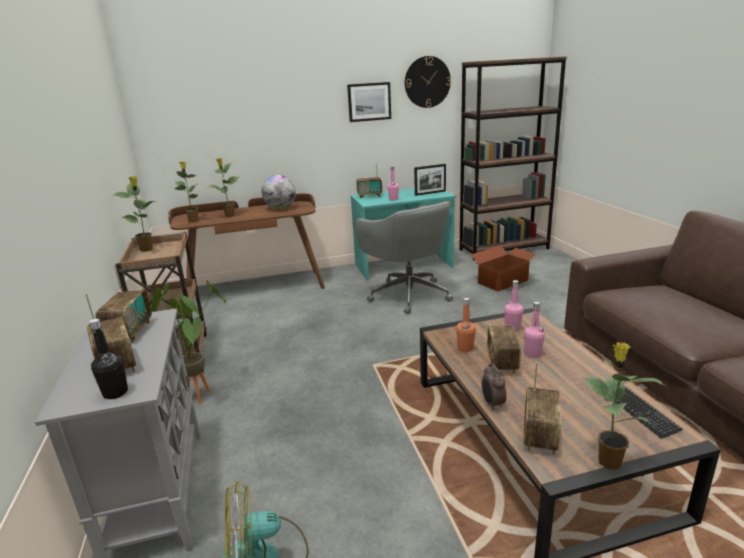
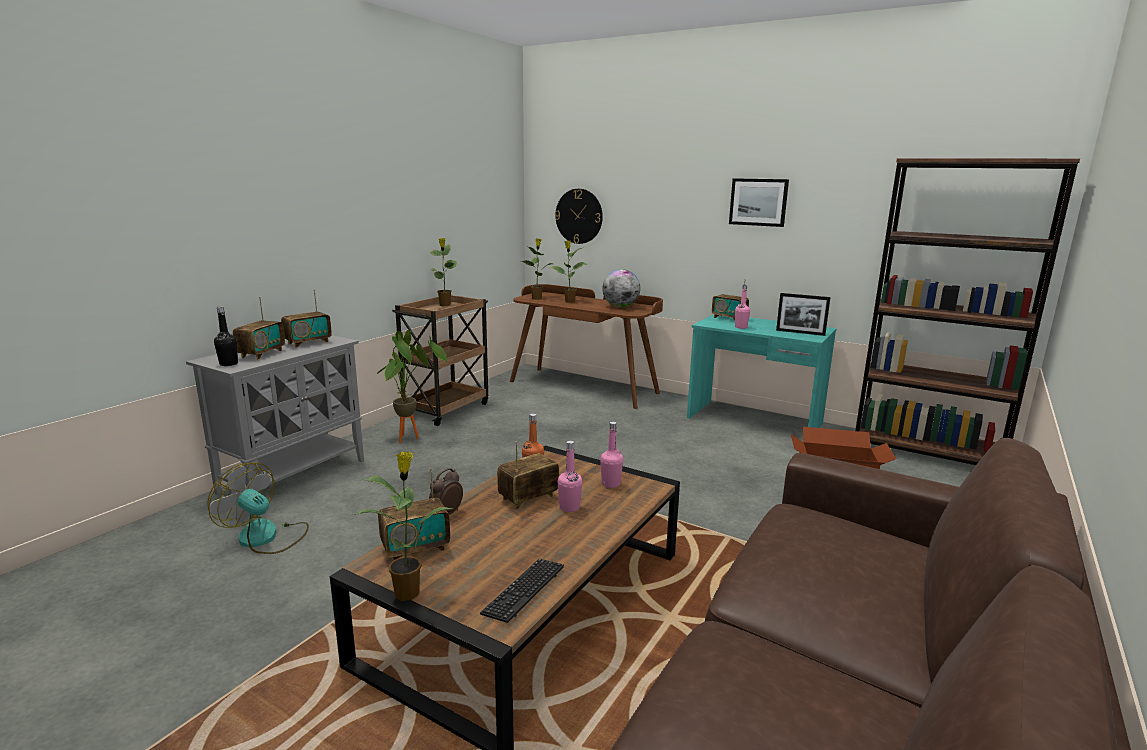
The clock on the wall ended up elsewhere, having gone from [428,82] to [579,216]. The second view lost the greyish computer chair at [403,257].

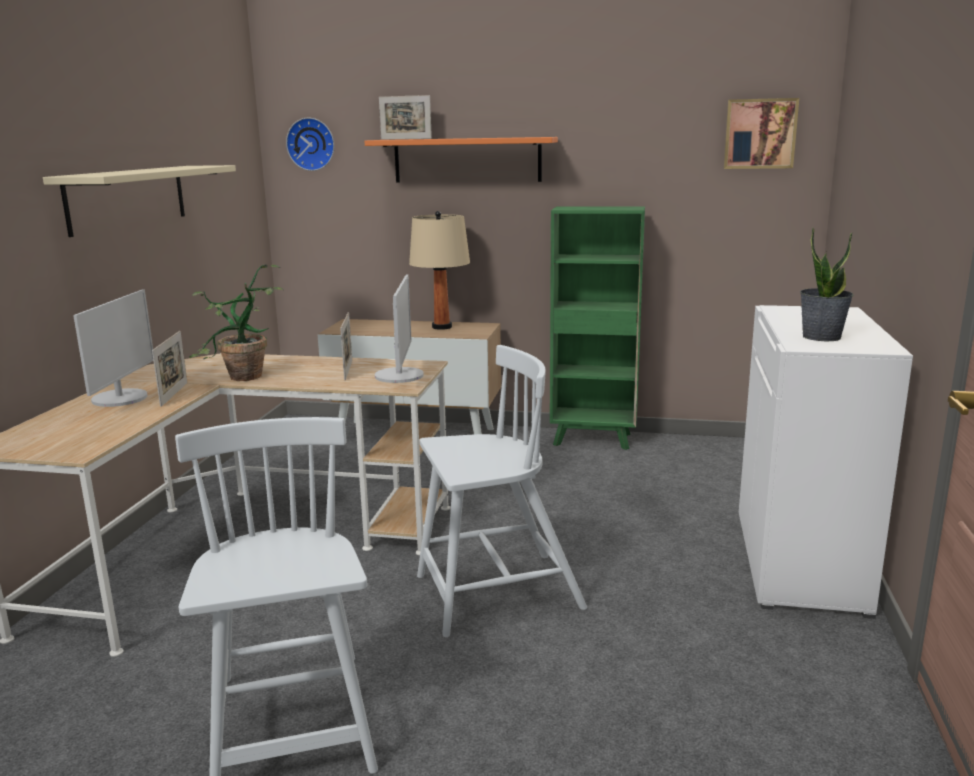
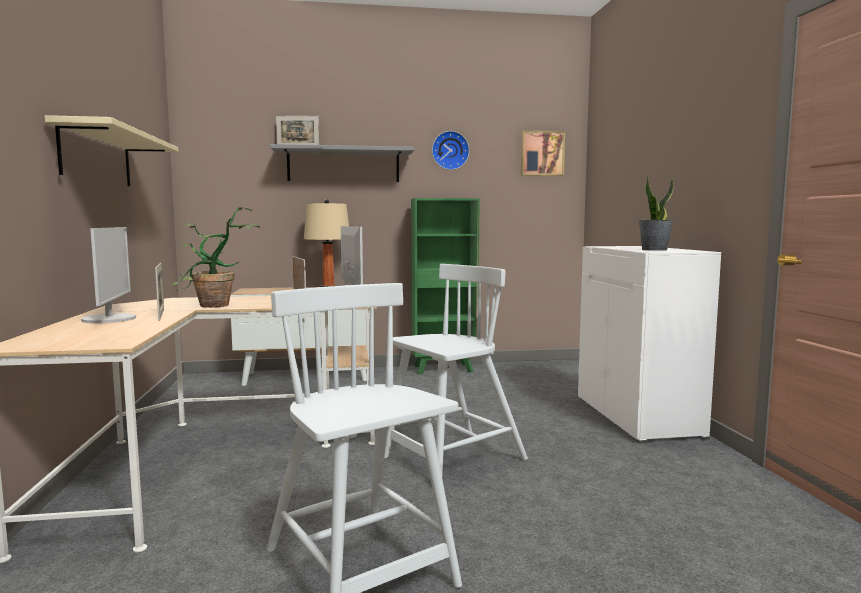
The clock on the wall ended up elsewhere, having gone from [310,144] to [450,150]. What was the orangey wall shelf at [461,160] turned into the greyish wall shelf at [342,163].

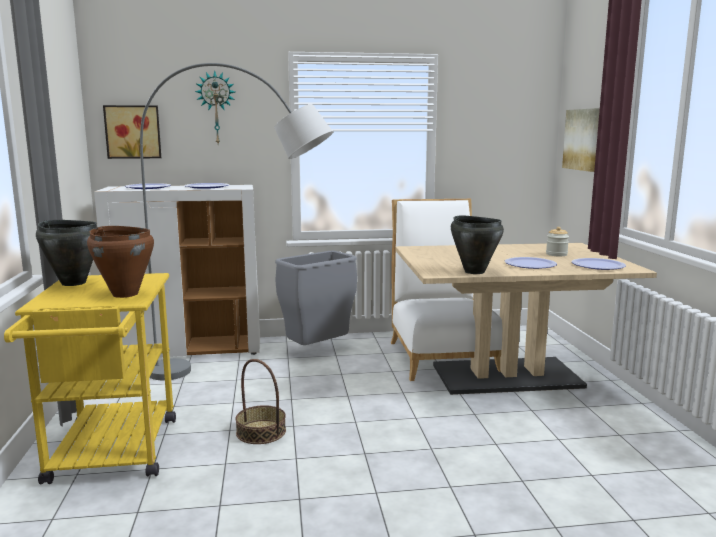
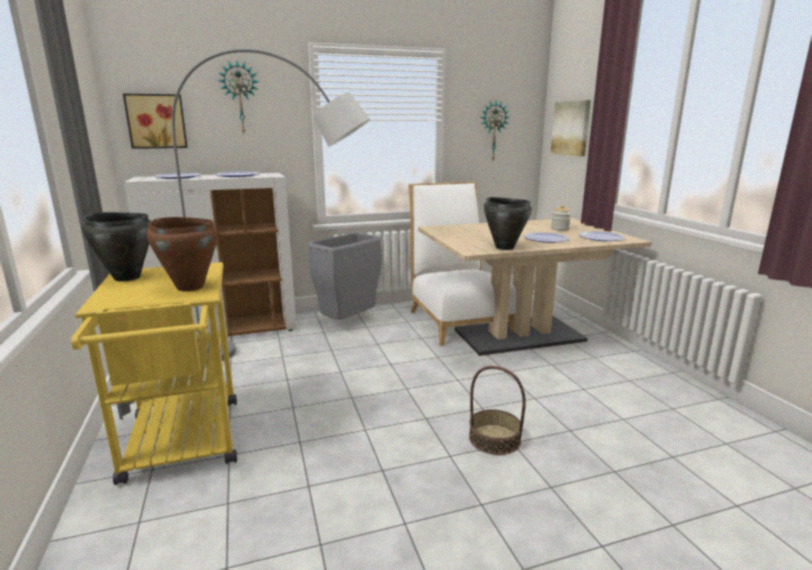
The household basket ended up elsewhere, having gone from [260,401] to [497,410]. The second view gained the clock on the wall at [495,130].

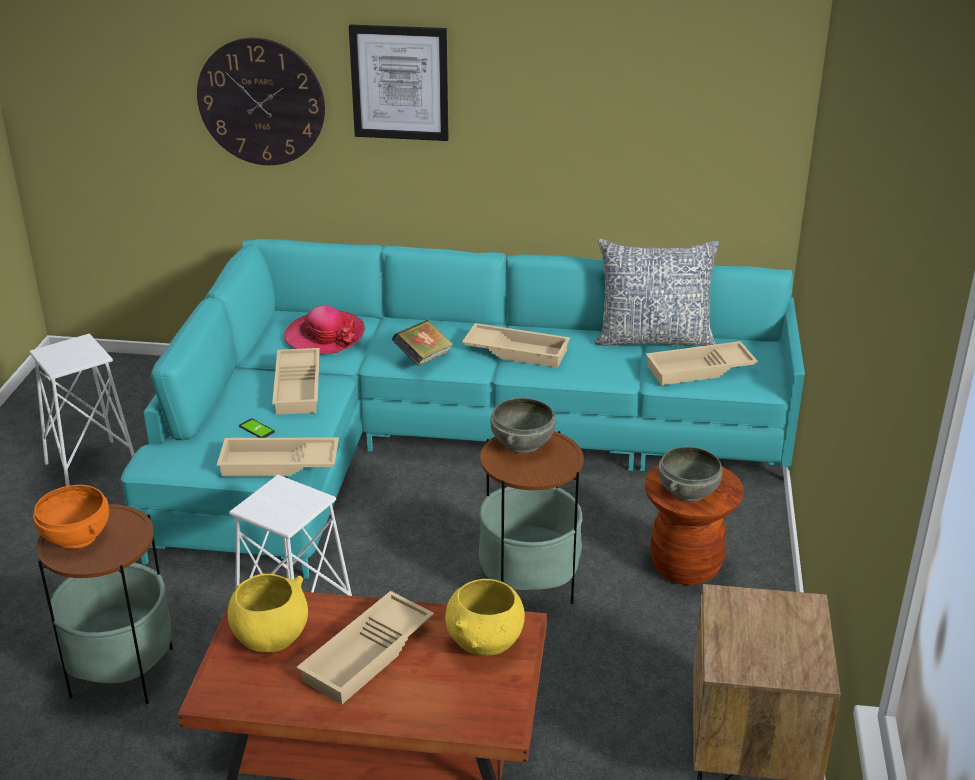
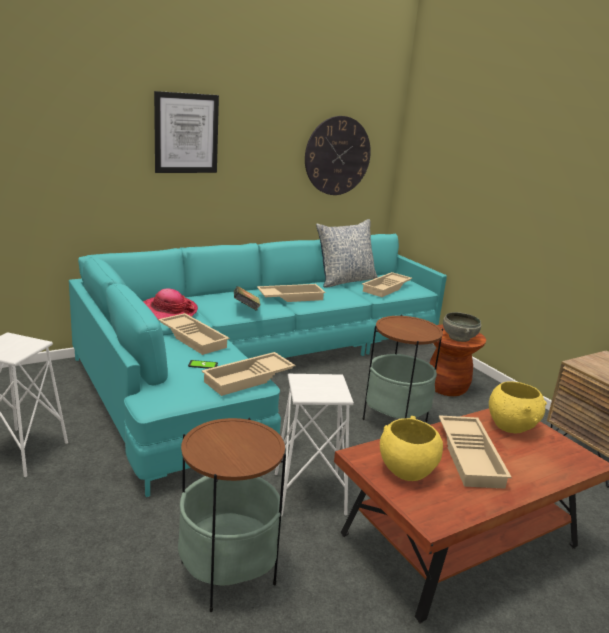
The clock on the wall ended up elsewhere, having gone from [261,101] to [338,155]. The second view lost the greyish bowl at [523,426]. The second view lost the orangey bowl at [71,517].

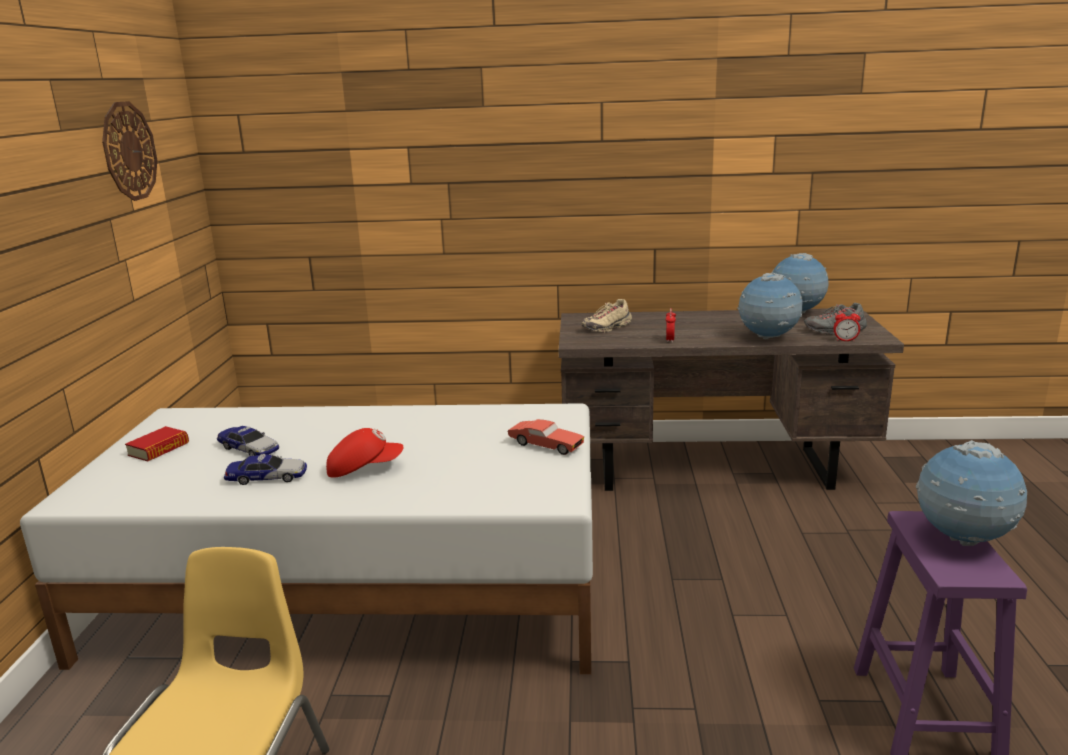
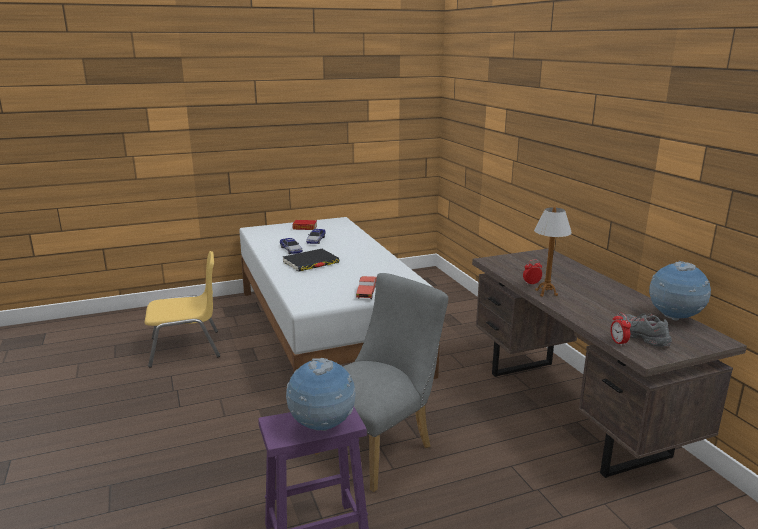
The second view lost the clock on the wall at [129,151]. The second view lost the desk globe at [770,305]. The second view lost the sand-coloured shoe at [606,316]. Where the reddish peaked cap stood at [364,453], the blackish bound book came to stand at [311,260]. The second view gained the table lamp at [553,252]. The second view gained the greyish chair at [381,382].

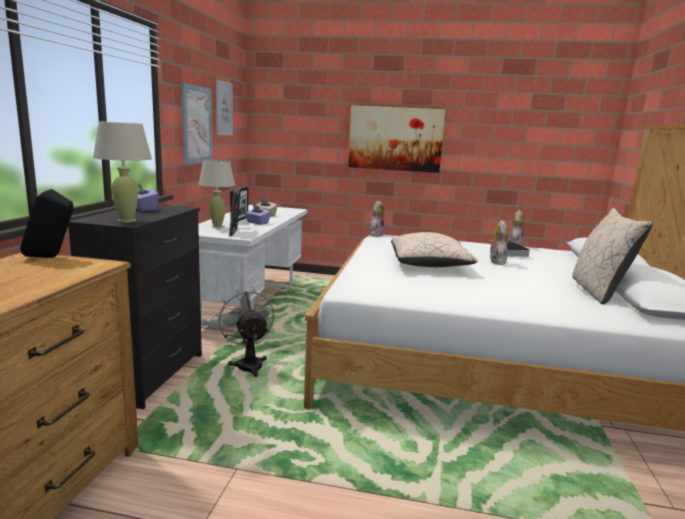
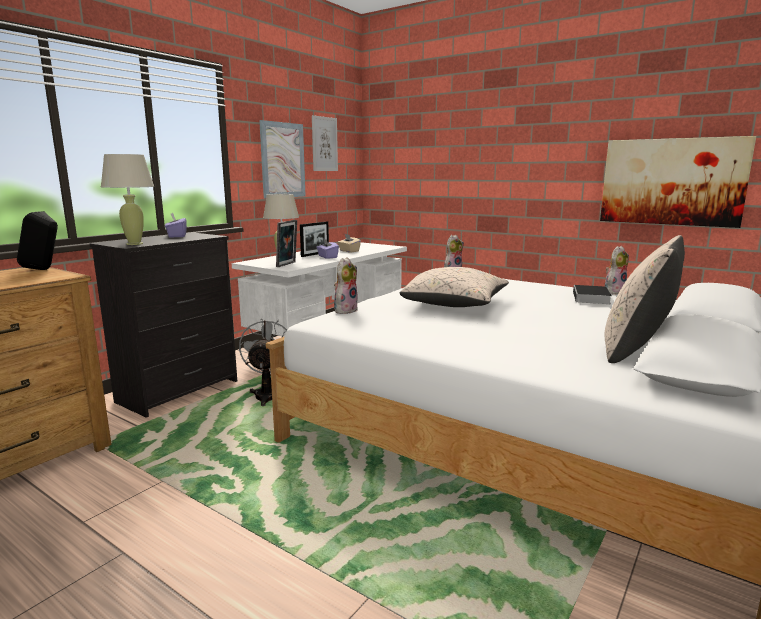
The wall picture ended up elsewhere, having gone from [396,139] to [678,182]. The plush toy ended up elsewhere, having gone from [498,242] to [346,285].

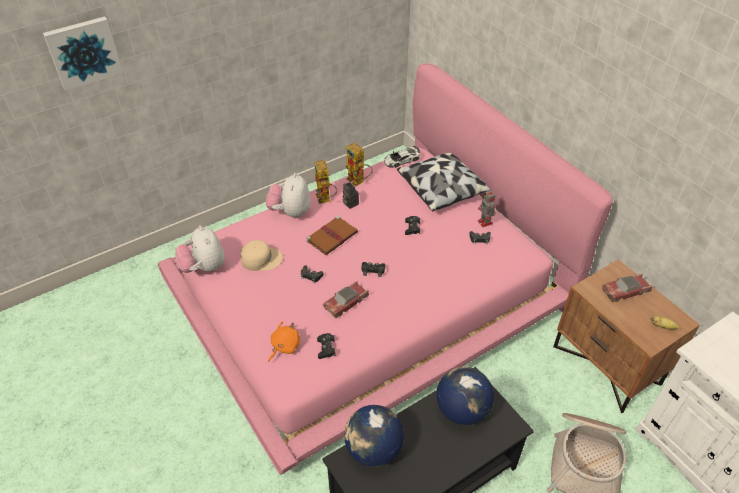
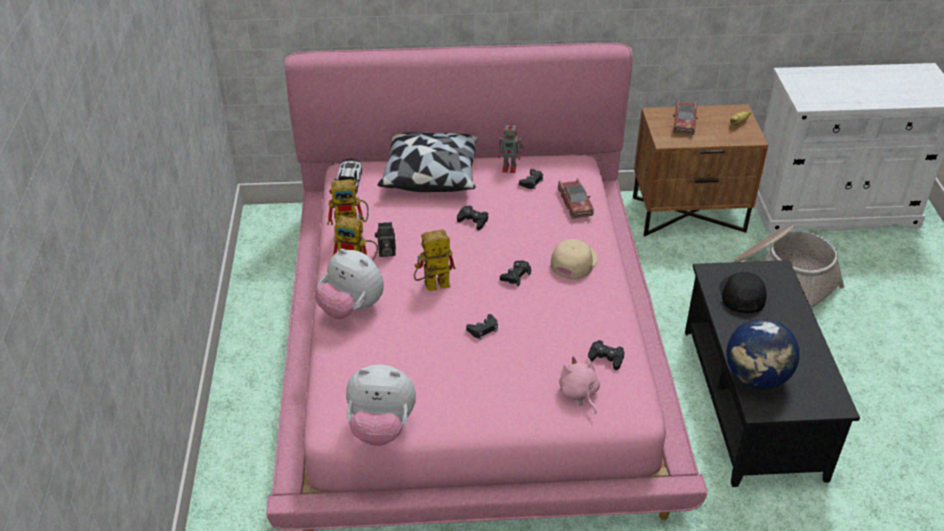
The second view lost the wall picture at [83,53]. Where the brown bound book stood at [332,235], the model robot came to stand at [435,260]. The sand-coloured peaked cap ended up elsewhere, having gone from [262,255] to [574,259]. The model car ended up elsewhere, having gone from [346,299] to [576,198]. What was the orangey plush toy at [284,341] turned into the pink-coloured plush toy at [579,385]. Where the desk globe stood at [465,396], the blackish peaked cap came to stand at [743,292].

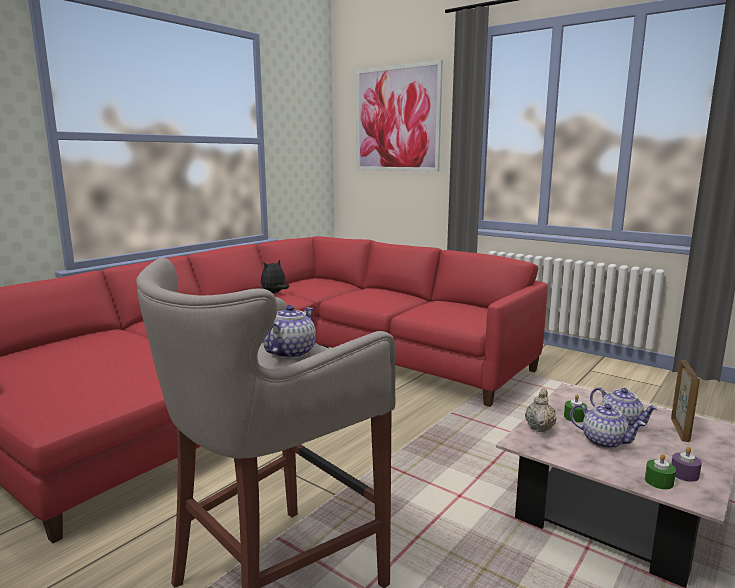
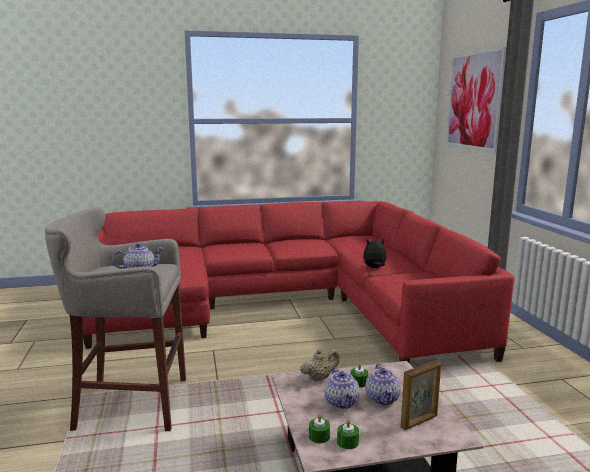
The plush toy ended up elsewhere, having gone from [275,276] to [375,253]. What was the purple wax light at [686,464] turned into the green wax light at [348,434].

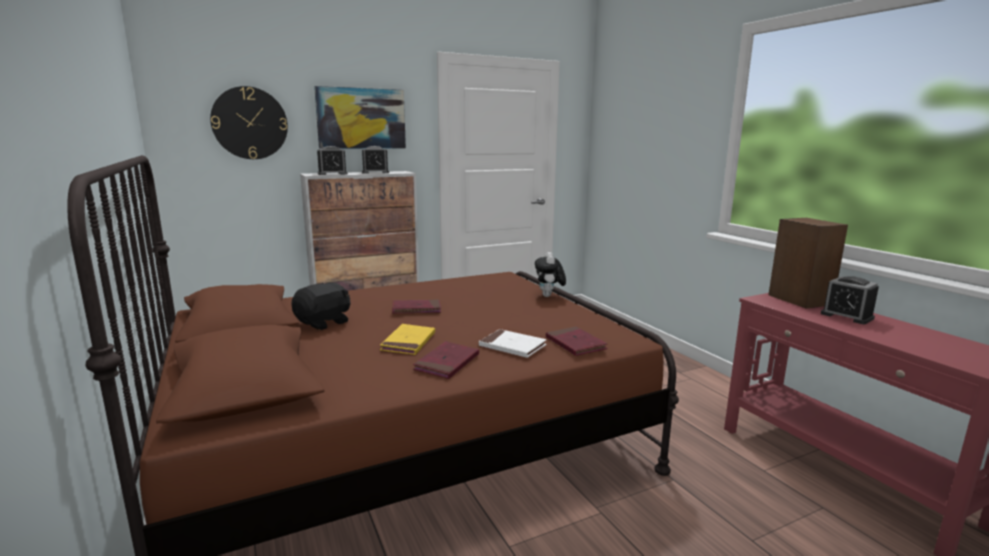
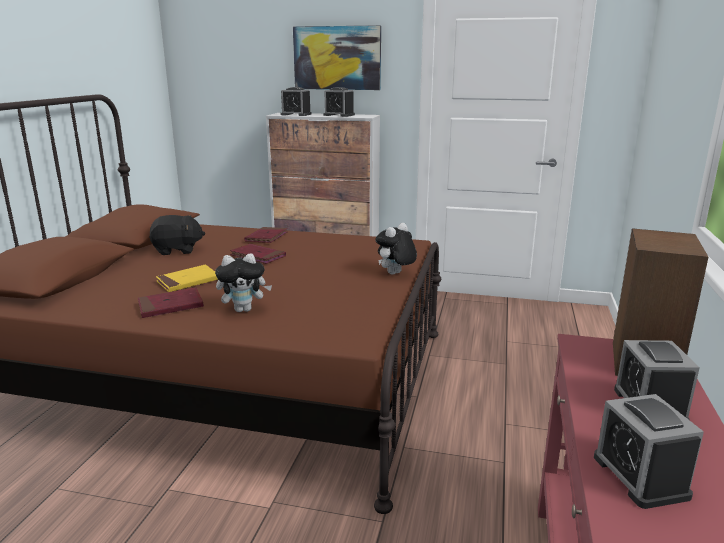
The second view lost the clock on the wall at [249,122]. The reddish bound book ended up elsewhere, having gone from [577,341] to [265,235]. Where the whitish bound book stood at [513,343], the plush toy came to stand at [243,282]. The second view gained the bedside clock at [649,451].

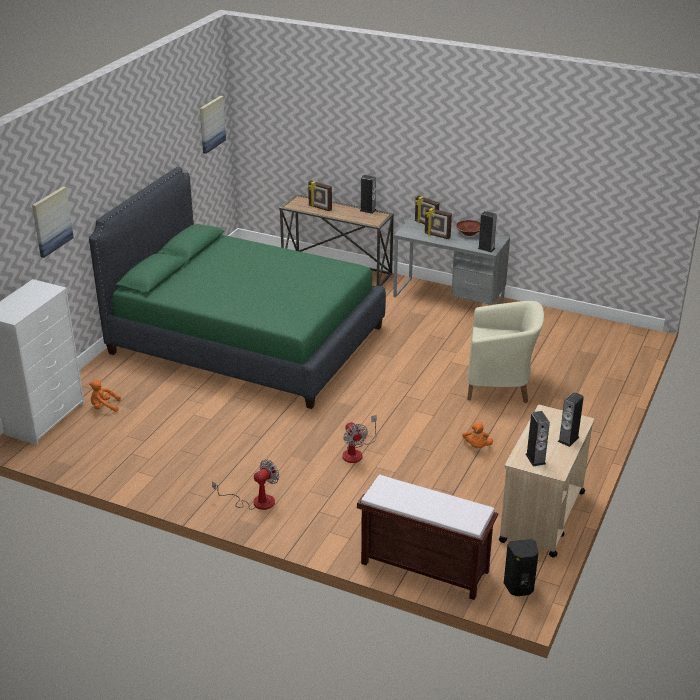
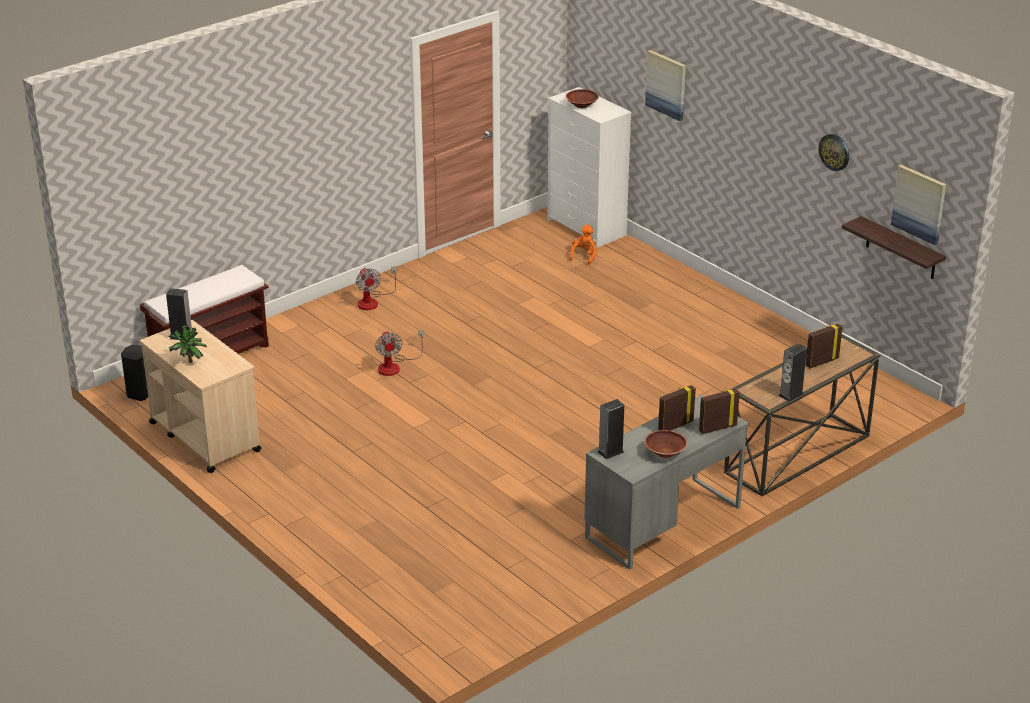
The second view lost the green sleeping bed at [237,287]. The second view lost the sand-coloured easy chair at [505,352]. Where the speaker stood at [571,419], the houseplant came to stand at [188,344]. The electric fan at [359,439] ended up facing another way, 105 degrees counterclockwise from before. The second view lost the orangey plush toy at [477,435]. The second view gained the brown bowl at [582,98]. The second view gained the clock on the wall at [834,152]. The second view gained the wall shelf at [894,247].

